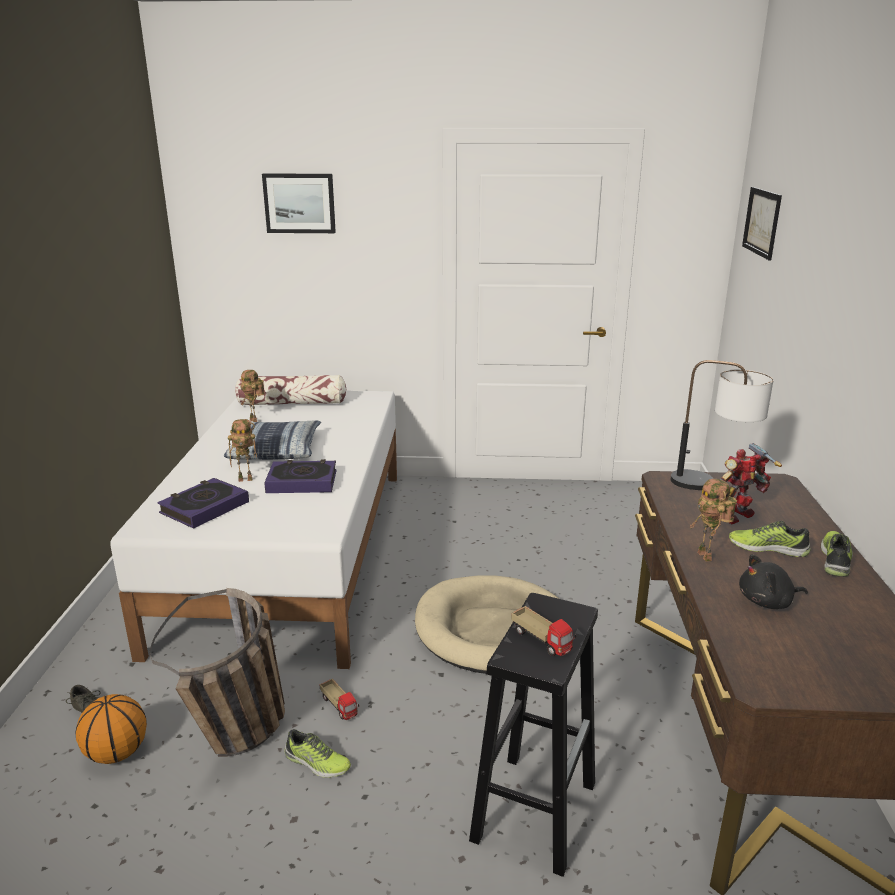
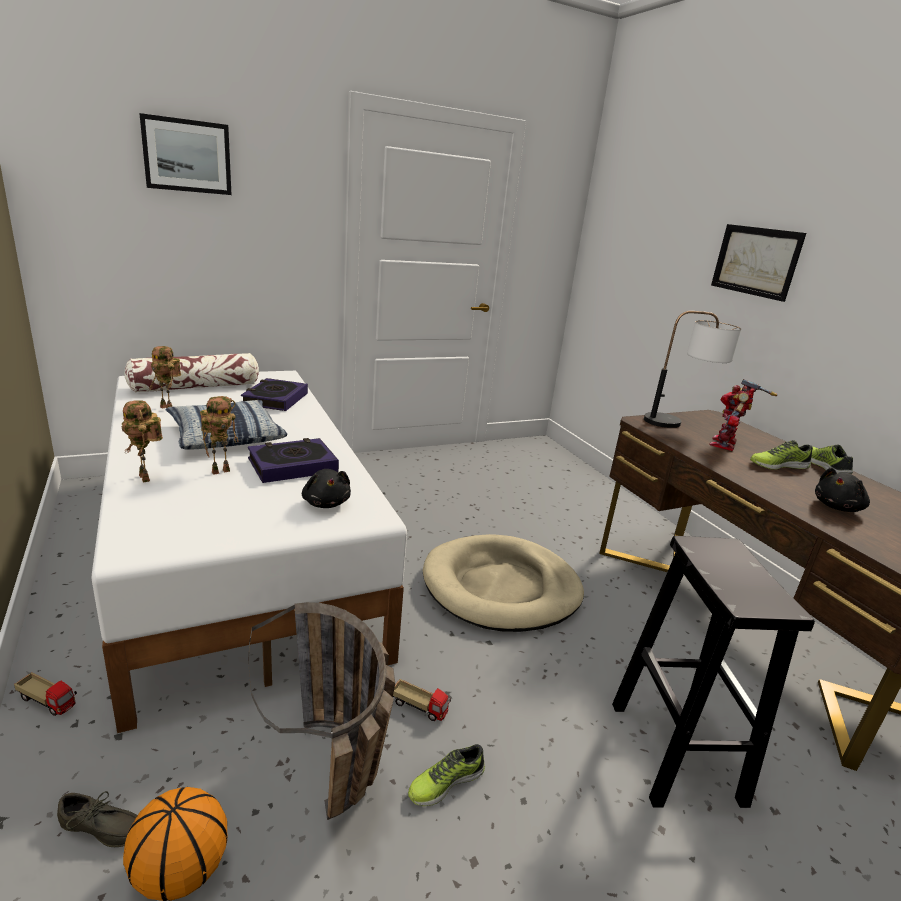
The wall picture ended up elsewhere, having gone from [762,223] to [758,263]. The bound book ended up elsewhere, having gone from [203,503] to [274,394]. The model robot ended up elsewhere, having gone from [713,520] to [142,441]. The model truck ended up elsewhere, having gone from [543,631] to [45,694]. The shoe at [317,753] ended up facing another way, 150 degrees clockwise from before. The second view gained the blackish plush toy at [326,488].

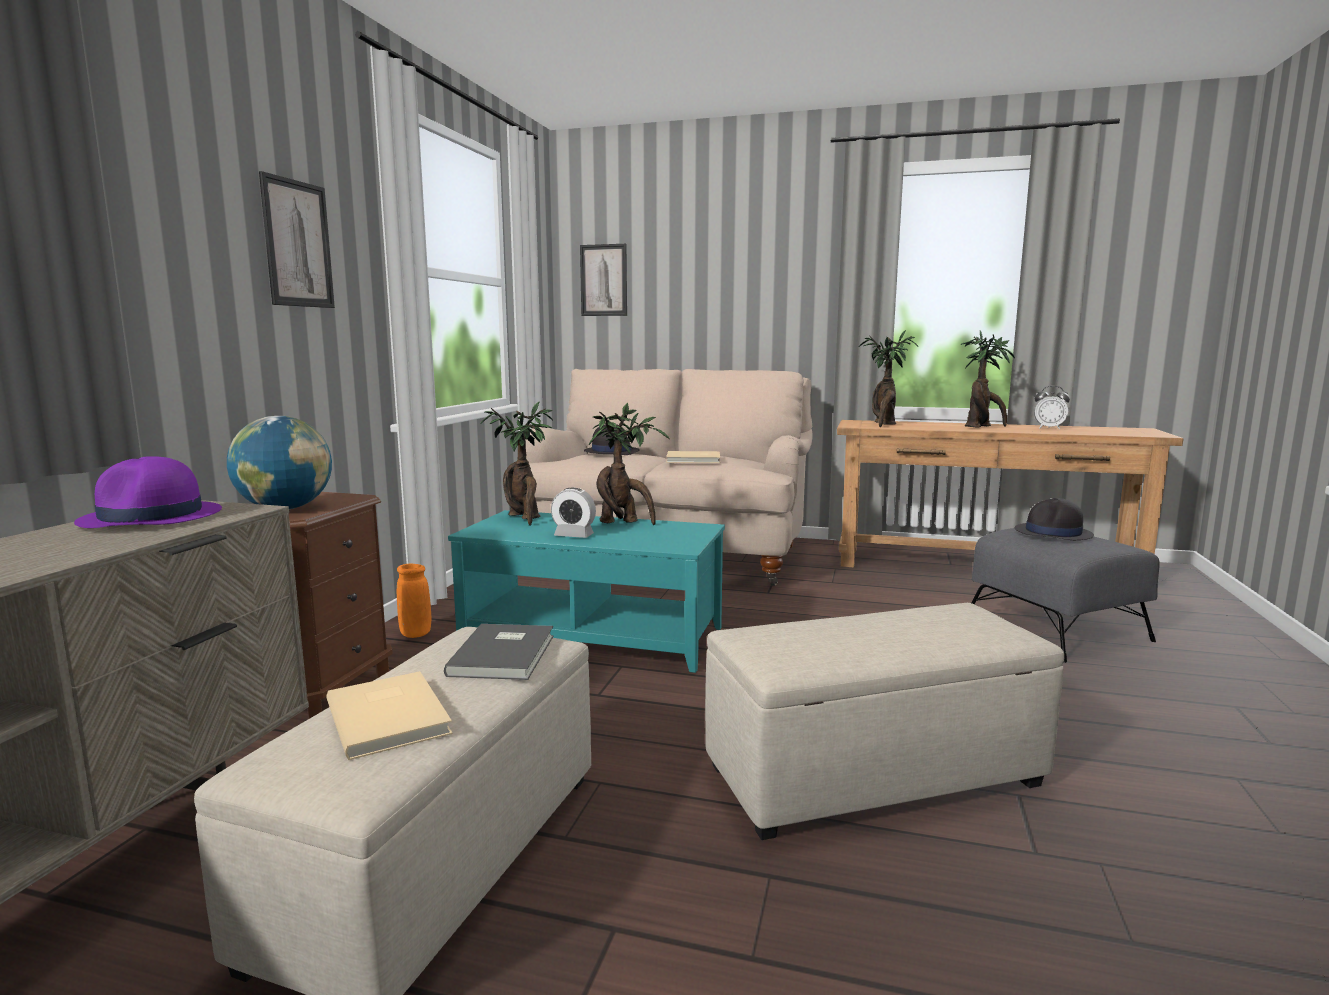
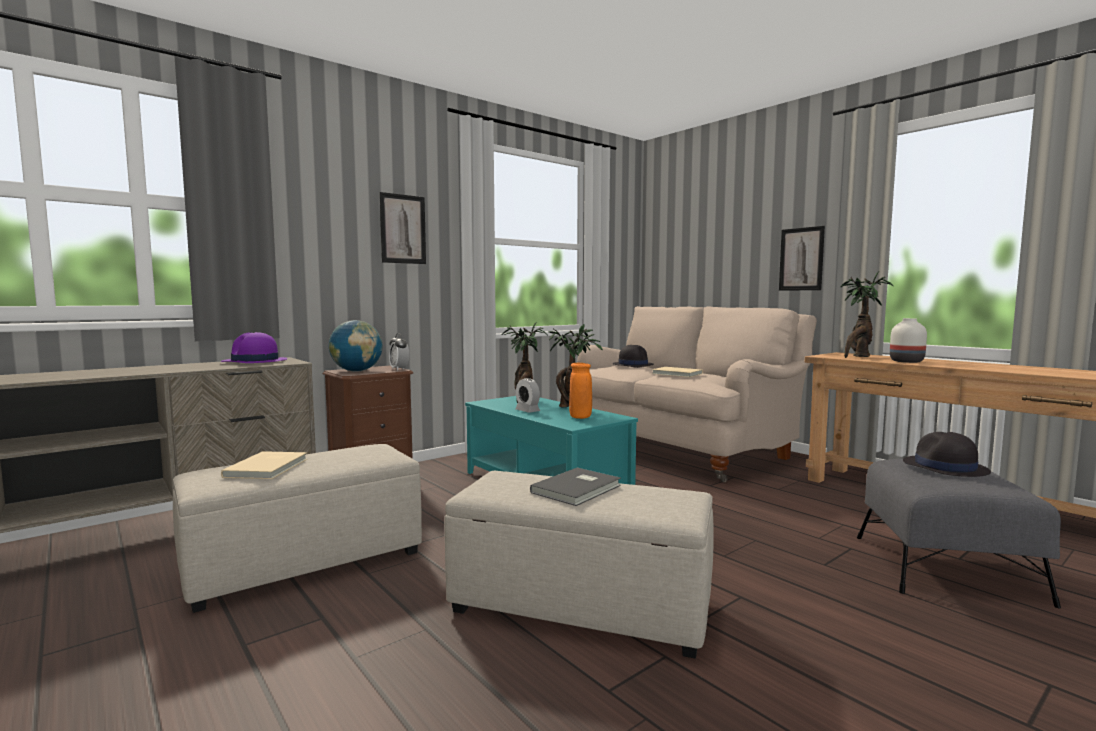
The wall picture ended up elsewhere, having gone from [603,280] to [802,258]. The second view lost the houseplant at [988,379]. The bedside clock ended up elsewhere, having gone from [1052,407] to [399,352]. The orangey decorative vase ended up elsewhere, having gone from [414,601] to [580,391]. The greyish bound book ended up elsewhere, having gone from [499,652] to [575,487]. The second view gained the whitish decorative vase at [908,340].

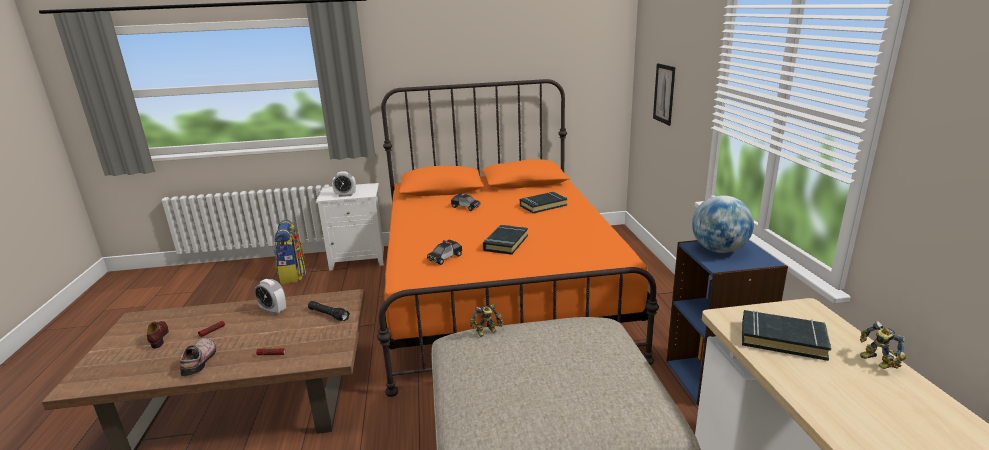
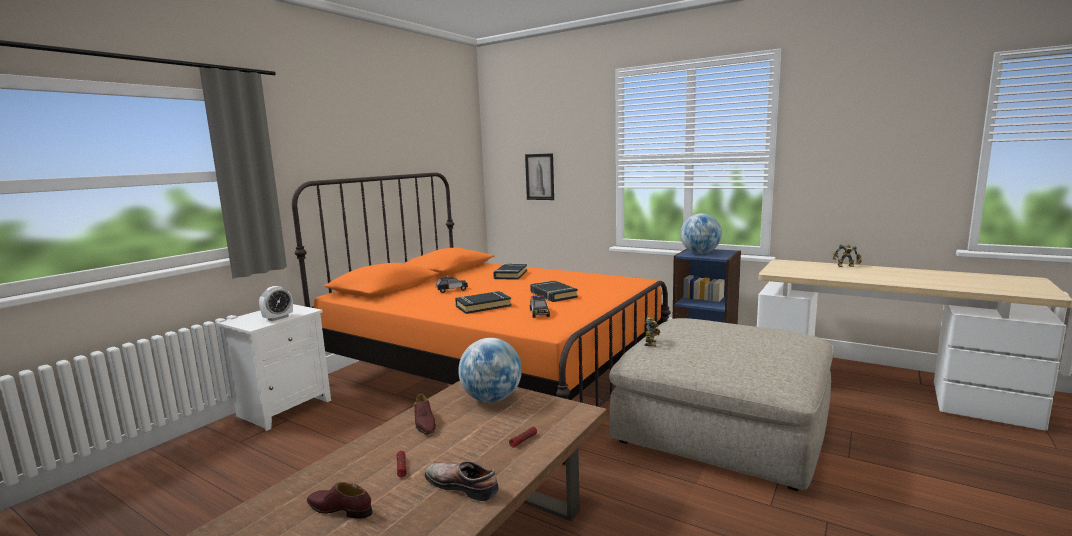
The second view lost the rucksack at [290,252]. Where the bedside clock stood at [270,297], the brown shoe came to stand at [424,414]. Where the blackish torch stood at [329,311], the desk globe came to stand at [490,370]. The blackish bound book ended up elsewhere, having gone from [786,335] to [483,302].

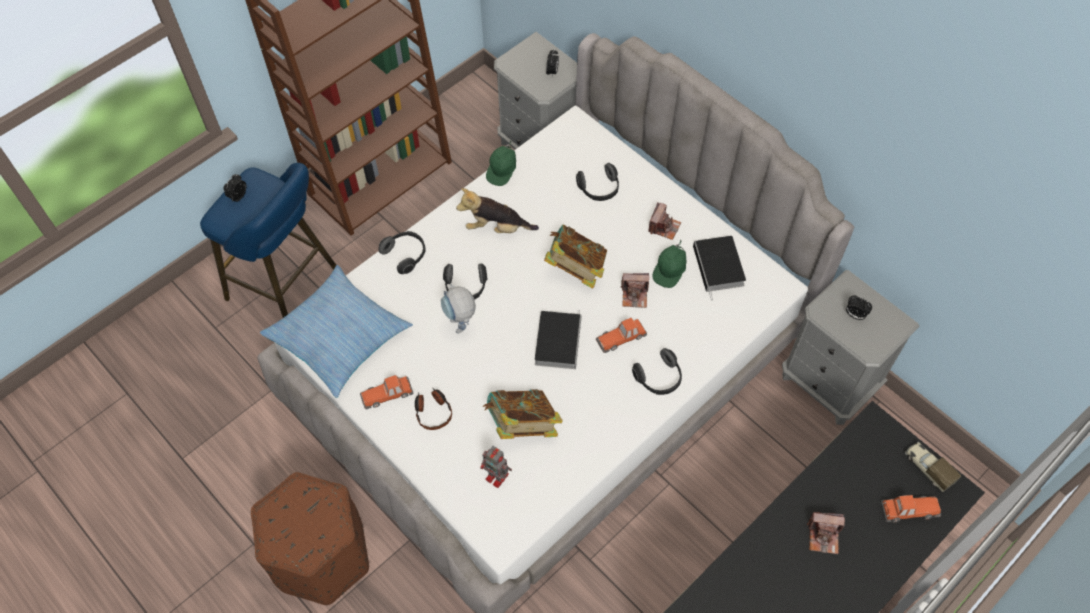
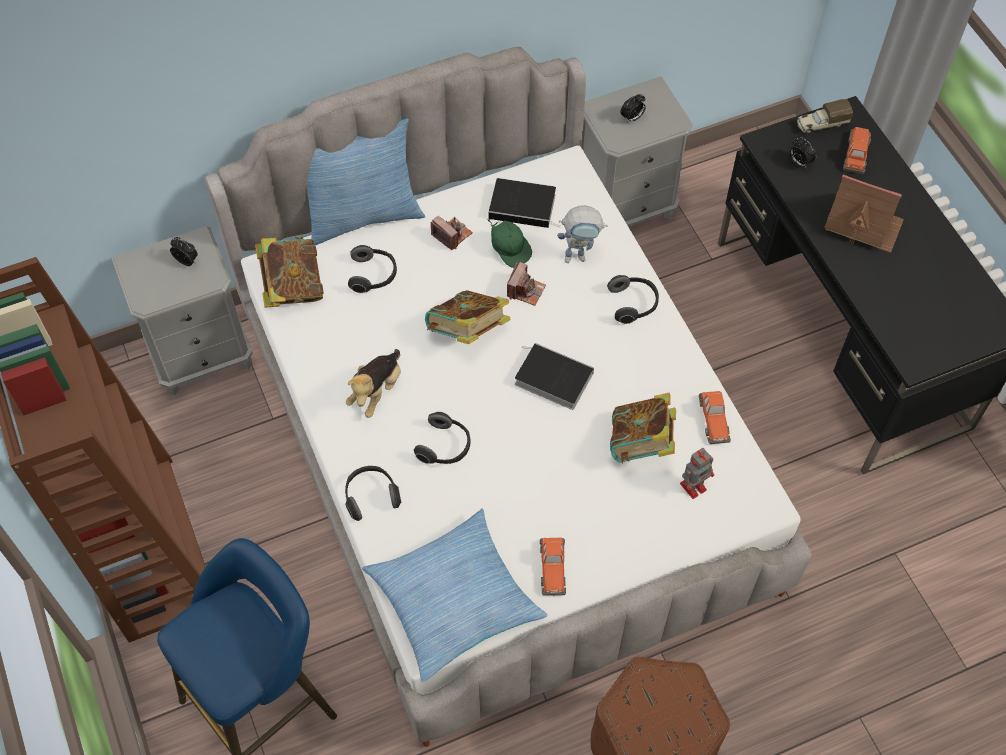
The second view lost the green peaked cap at [501,163]. The bedside clock ended up elsewhere, having gone from [235,188] to [803,152]. The model robot ended up elsewhere, having gone from [458,309] to [582,234]. The model car ended up elsewhere, having gone from [621,335] to [715,417]. The second view lost the headset at [433,409]. Where the still camera stood at [826,533], the model house came to stand at [864,214]. The second view gained the pillow at [366,182]. The second view gained the bound book at [289,272].

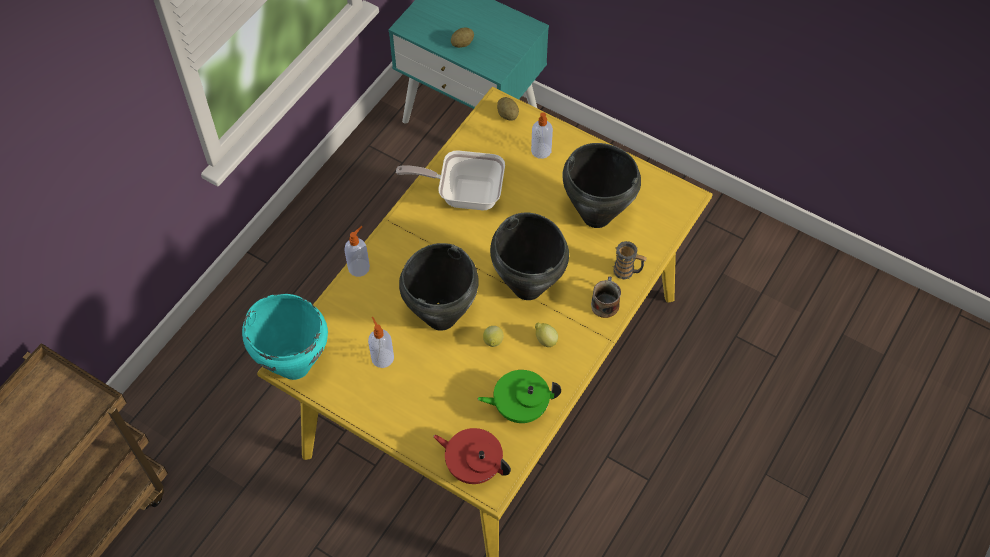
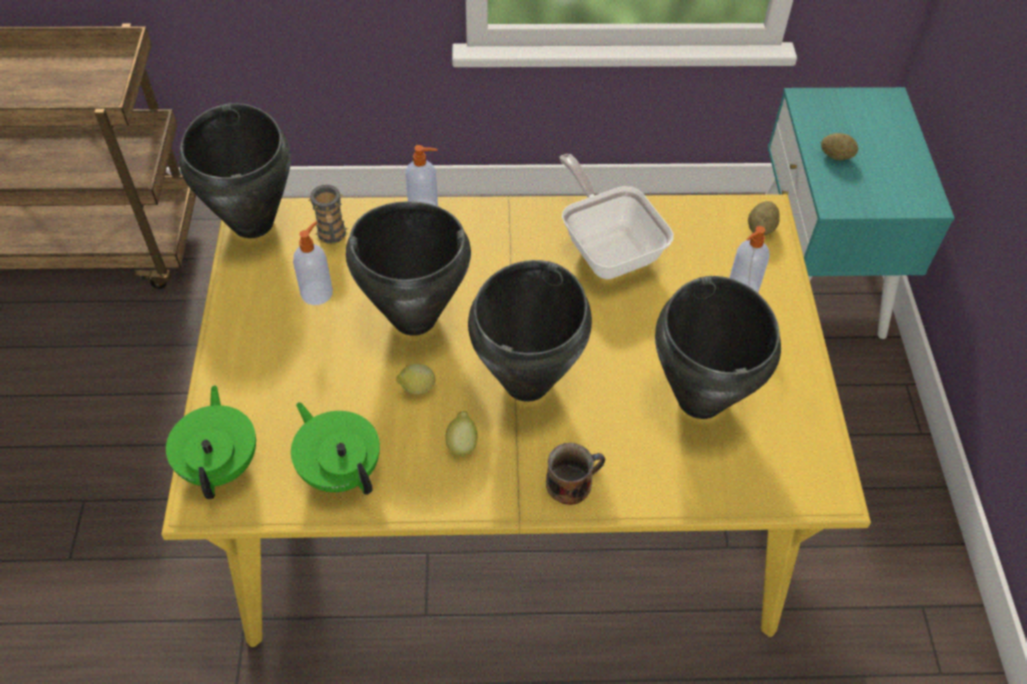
The coffee mug ended up elsewhere, having gone from [629,260] to [328,214]. What was the turquoise-coloured cooking pot at [285,337] turned into the blackish cooking pot at [235,170]. What was the reddish pot for tea at [472,456] turned into the green pot for tea at [211,442].

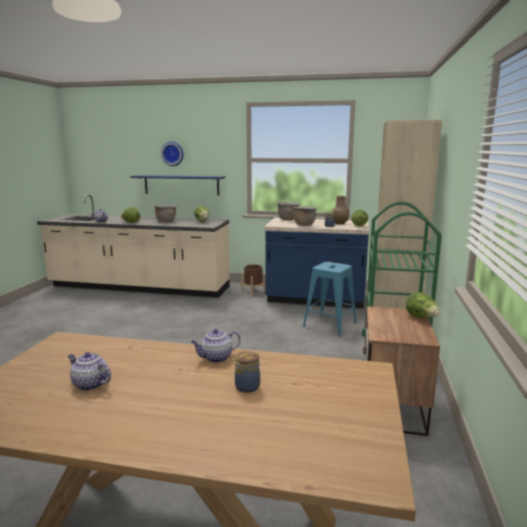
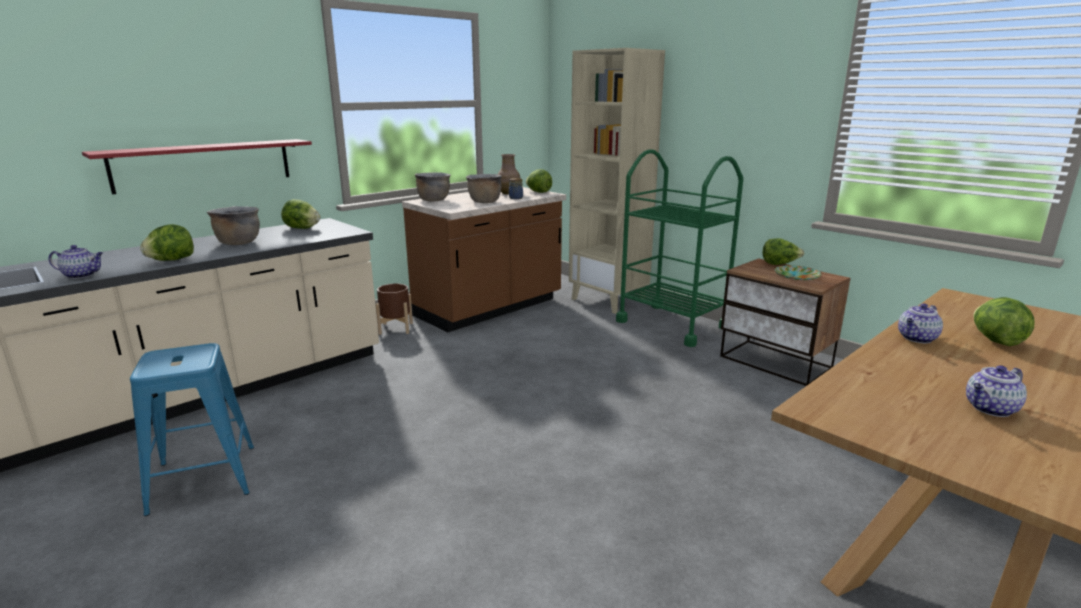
The second view lost the clock on the wall at [172,154]. What was the blue wall shelf at [178,185] turned into the reddish wall shelf at [197,166]. What was the blue counter at [317,263] turned into the brown counter at [484,259]. The blue stool seat ended up elsewhere, having gone from [330,299] to [192,429]. The pot for tea at [216,346] ended up facing another way, 45 degrees clockwise from before. Where the preserve jar stood at [247,372], the head of lettuce came to stand at [1004,321]. The second view gained the plate at [798,273].

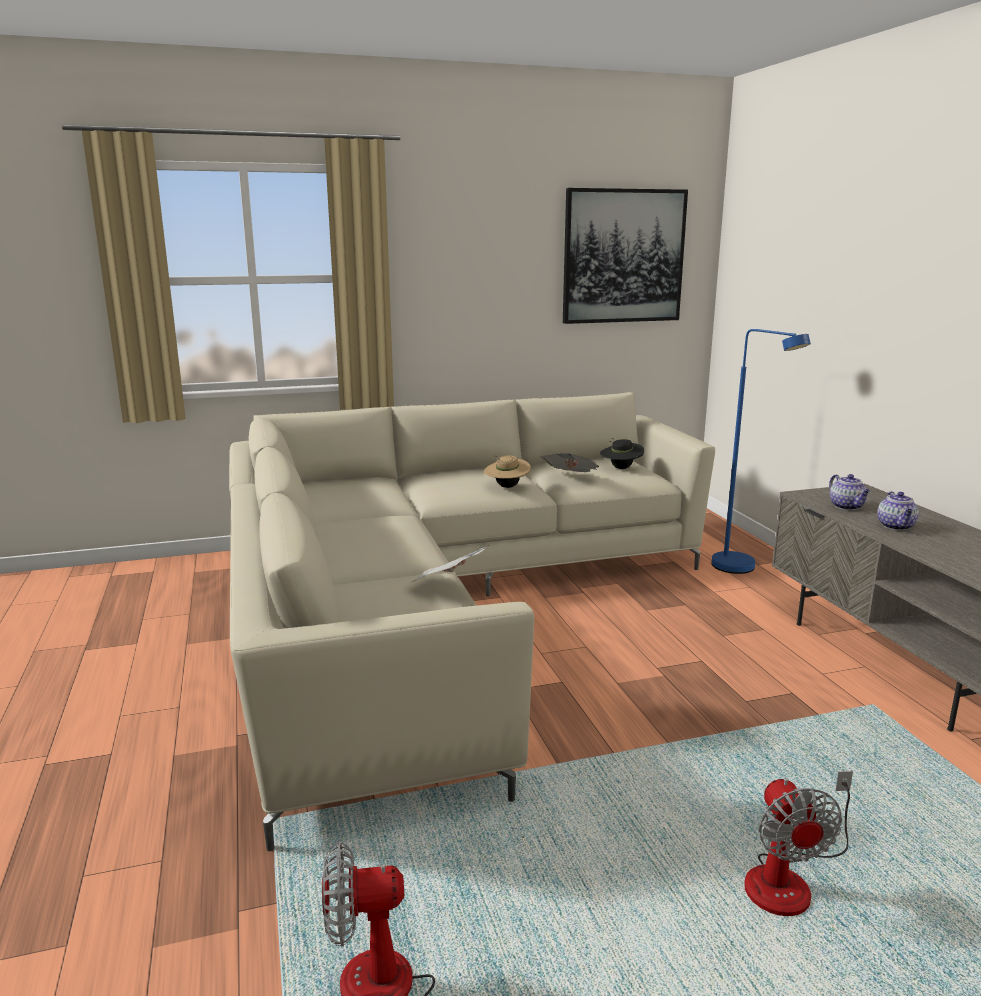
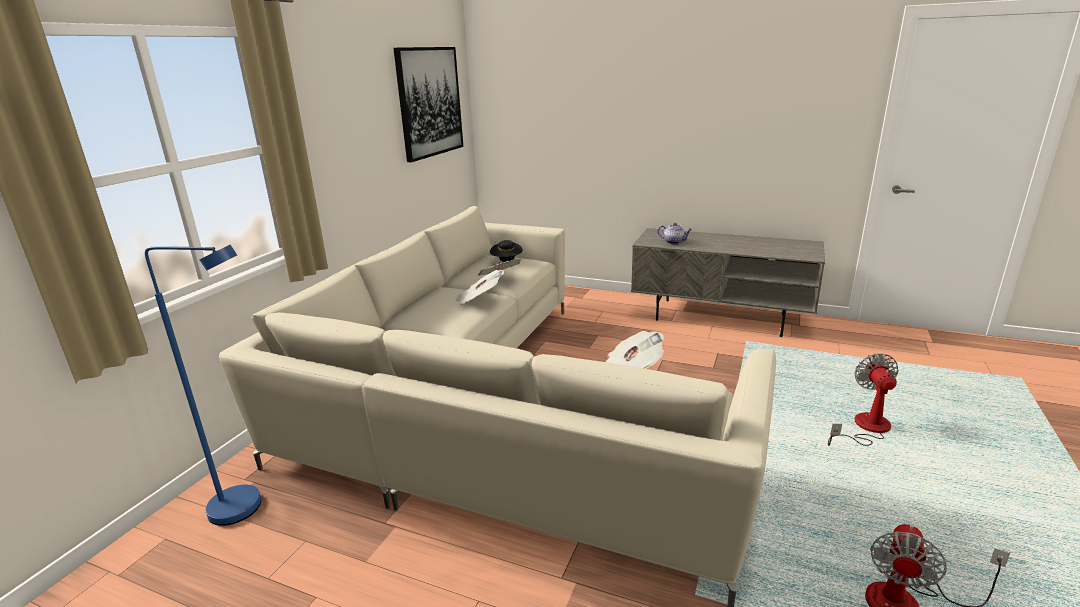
The blue floor lamp ended up elsewhere, having gone from [761,451] to [203,385]. Where the sand-coloured clothing hat stood at [507,471], the printed paper came to stand at [479,287]. The second view lost the pot for tea at [898,510]. The electric fan at [798,843] ended up facing another way, 120 degrees counterclockwise from before.

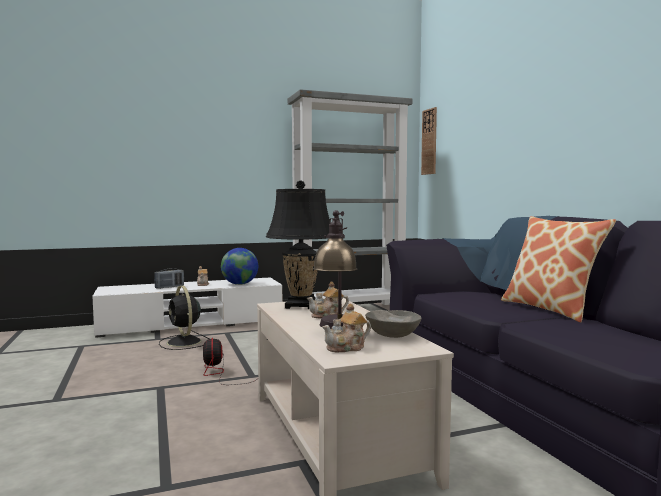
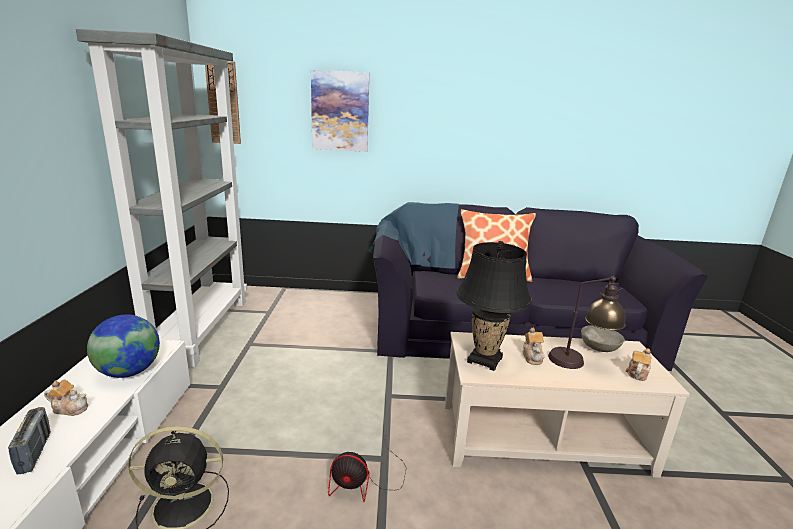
The pot for tea at [346,328] ended up facing another way, 135 degrees counterclockwise from before. The second view gained the wall picture at [340,111].

